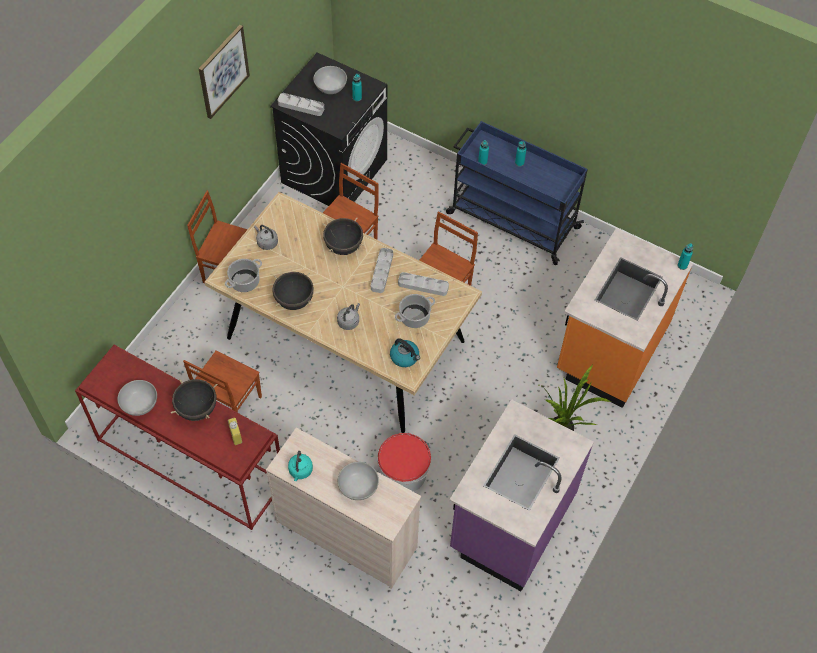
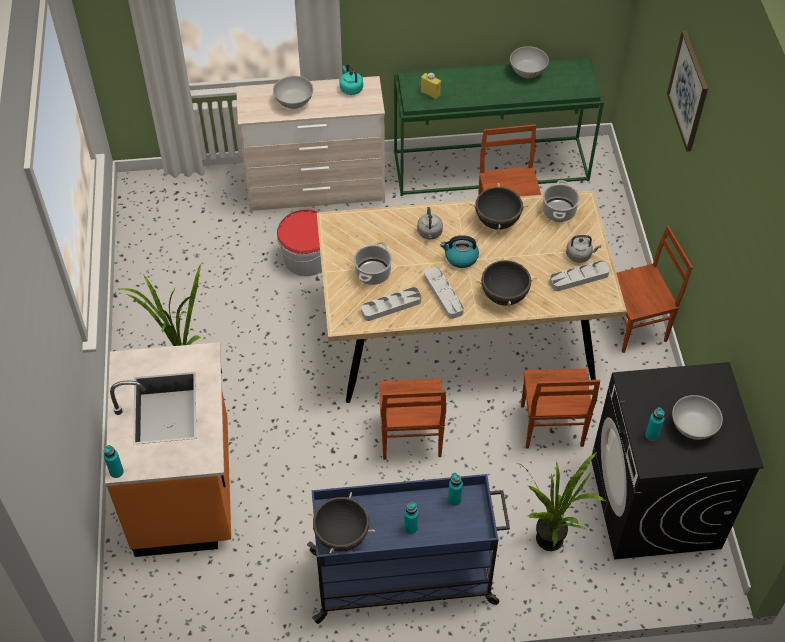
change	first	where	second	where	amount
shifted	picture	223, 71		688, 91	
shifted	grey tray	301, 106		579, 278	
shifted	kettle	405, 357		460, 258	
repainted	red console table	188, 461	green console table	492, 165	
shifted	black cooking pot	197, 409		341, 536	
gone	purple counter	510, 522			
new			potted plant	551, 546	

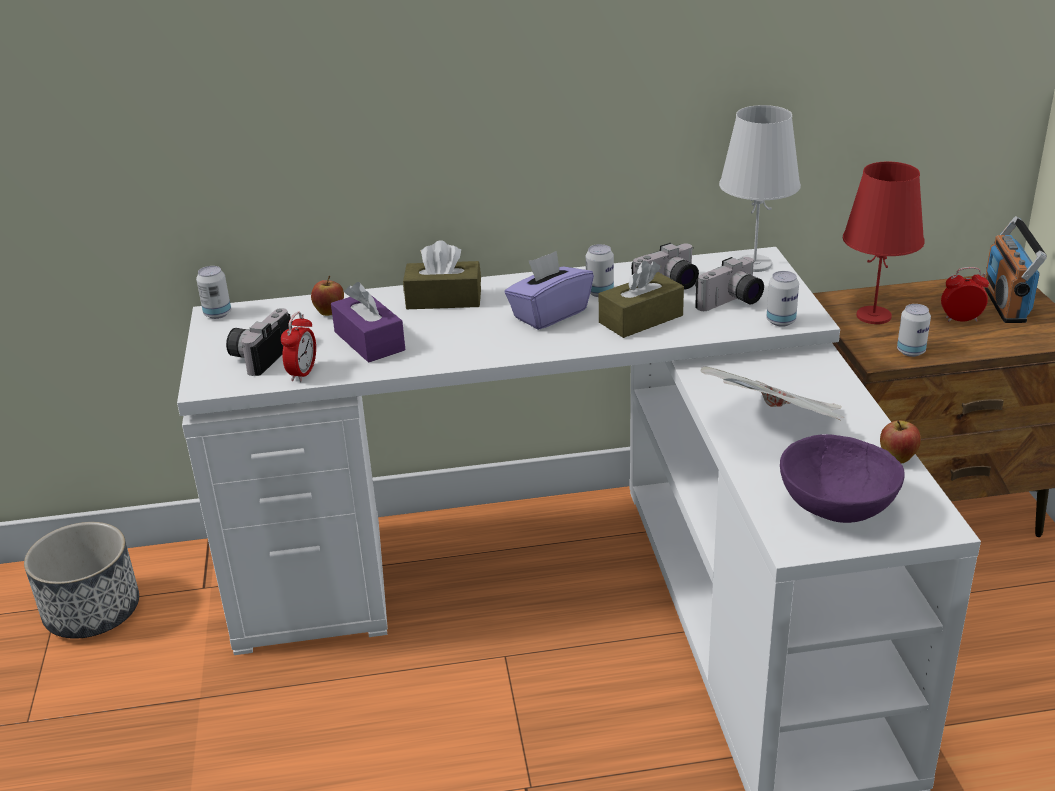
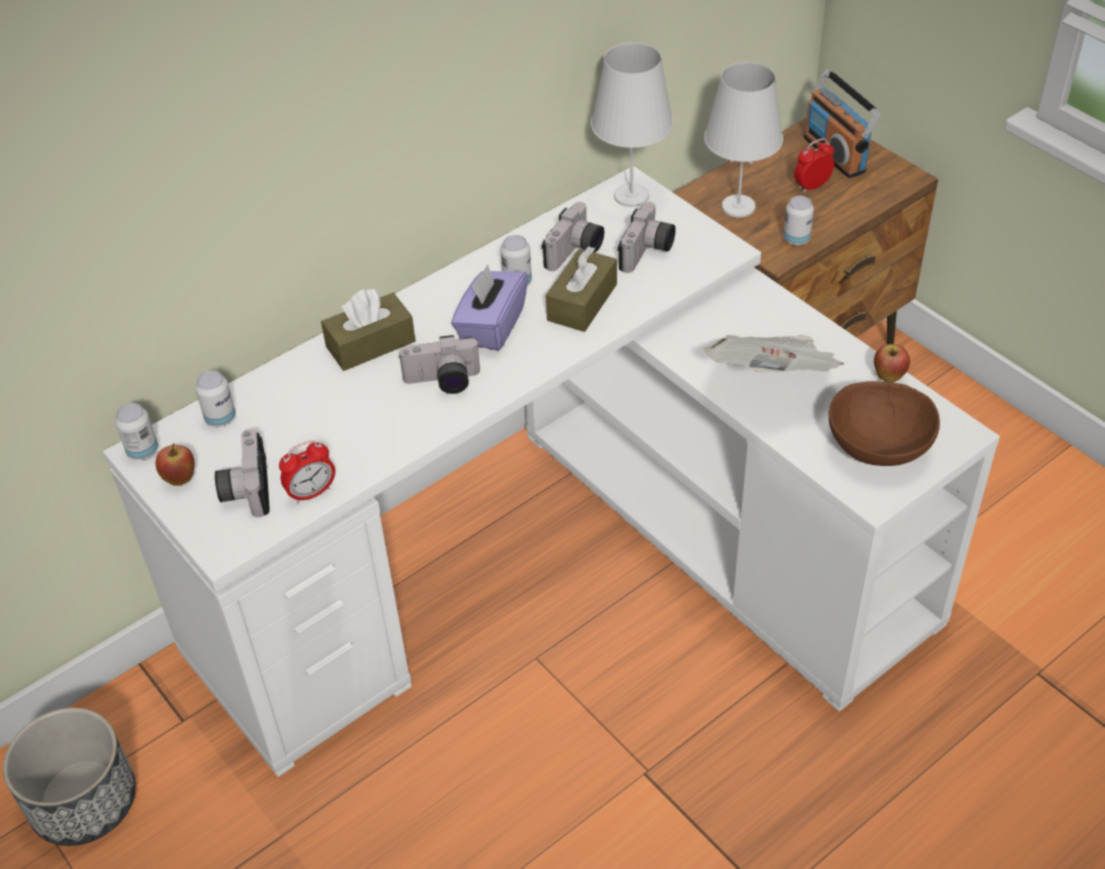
change	first	where	second	where	amount
repainted	red table lamp	873, 315	white table lamp	737, 206	
shifted	can	781, 321		220, 418	
shifted	apple	330, 313		180, 479	
gone	purple tissue box	369, 341			
rotated	alarm clock	303, 373		311, 493	75 degrees clockwise
repainted	purple bowl	834, 507	brown bowl	876, 447	
new			photo camera	442, 382	

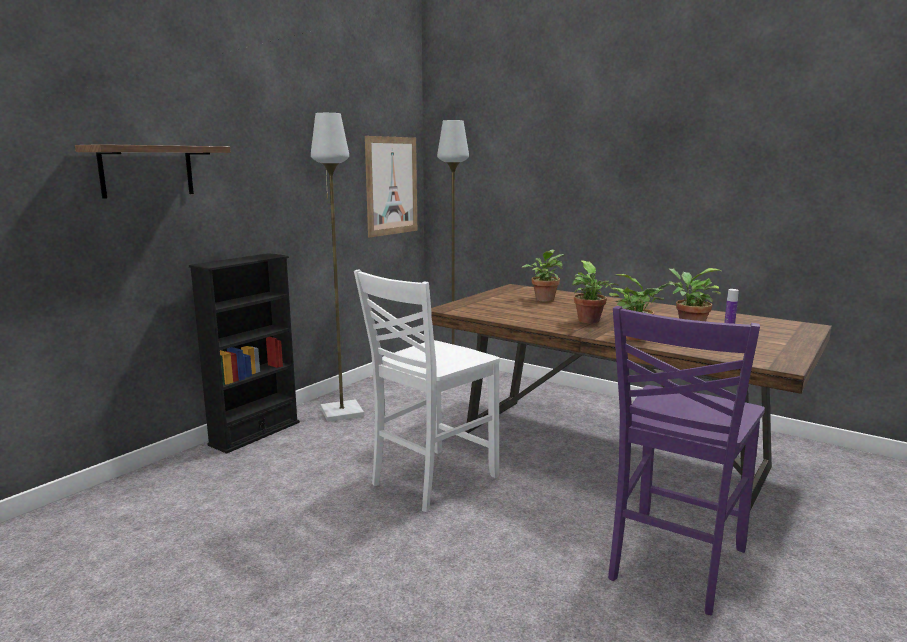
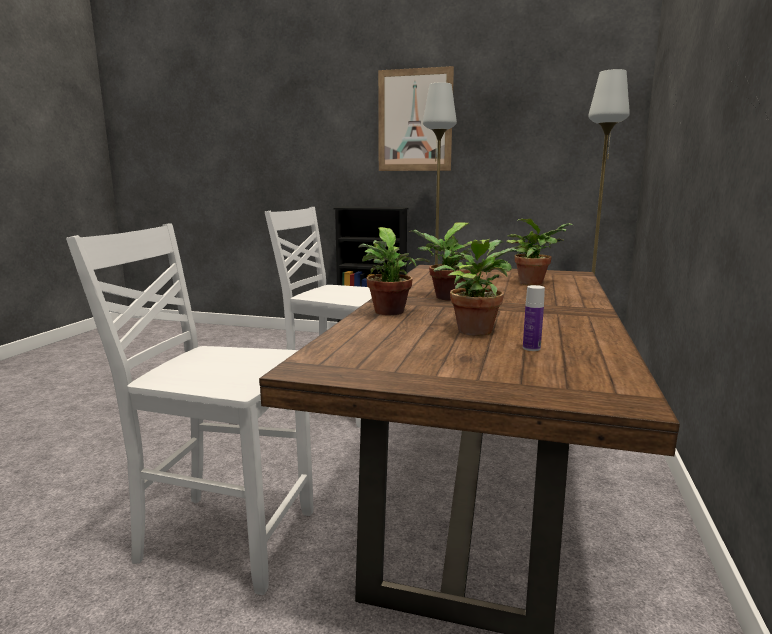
change	first	where	second	where	amount
shifted	picture	391, 186		415, 120	
gone	shelf	147, 171			
repainted	purple chair	673, 564	white chair	224, 537	

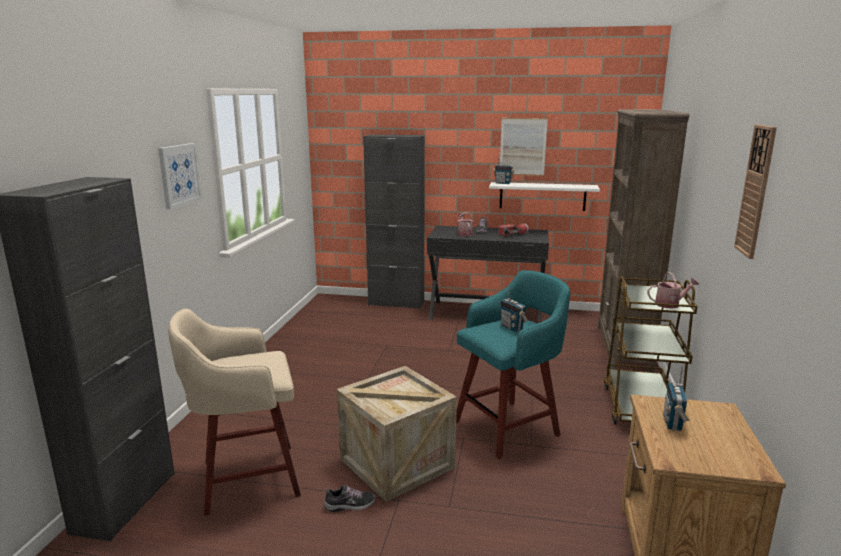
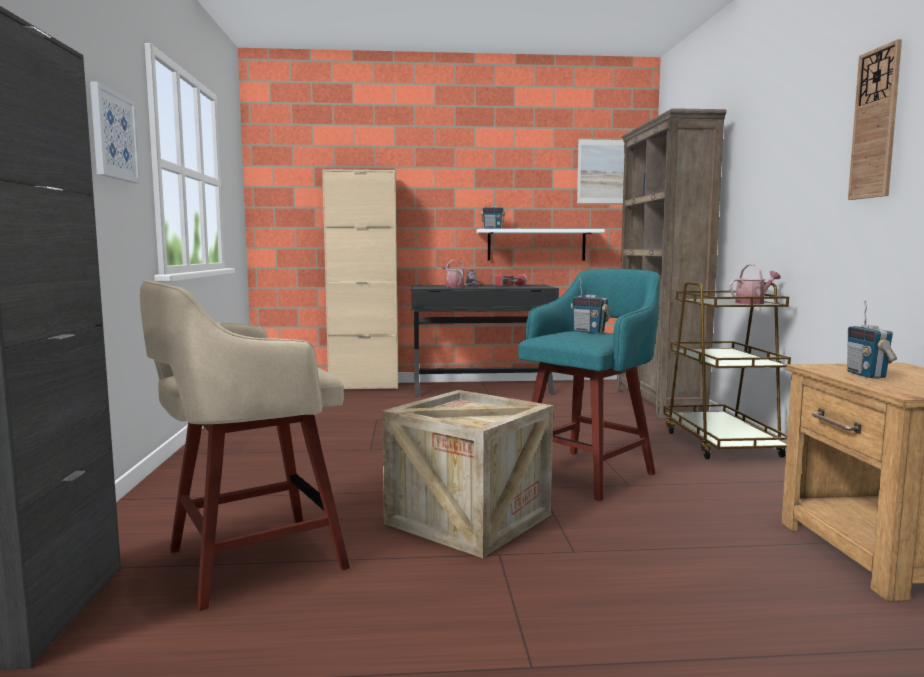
change	first	where	second	where	amount
shifted	picture	523, 146		602, 171	
repainted	black cabinet	396, 303	beige cabinet	364, 386	
gone	shoe	350, 505			

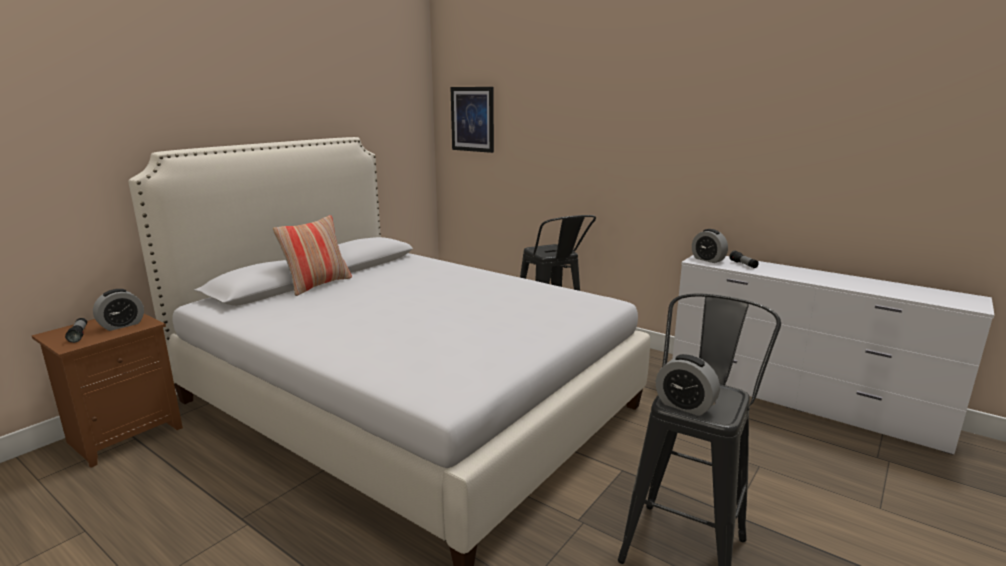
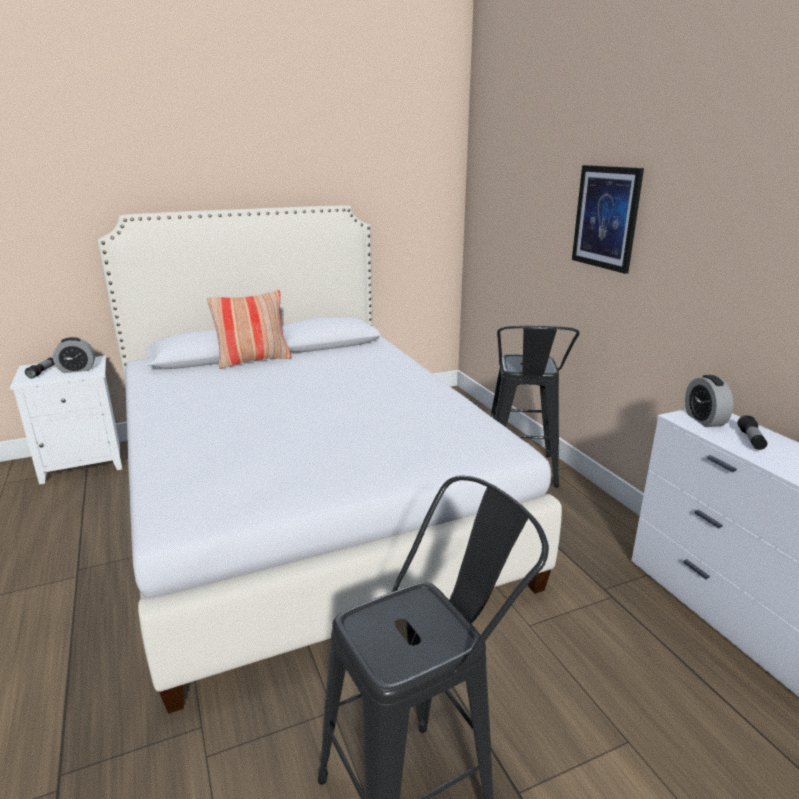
change	first	where	second	where	amount
shifted	picture	472, 119		606, 217	
repainted	brown nightstand	125, 434	white nightstand	84, 462	
gone	alarm clock	685, 405			

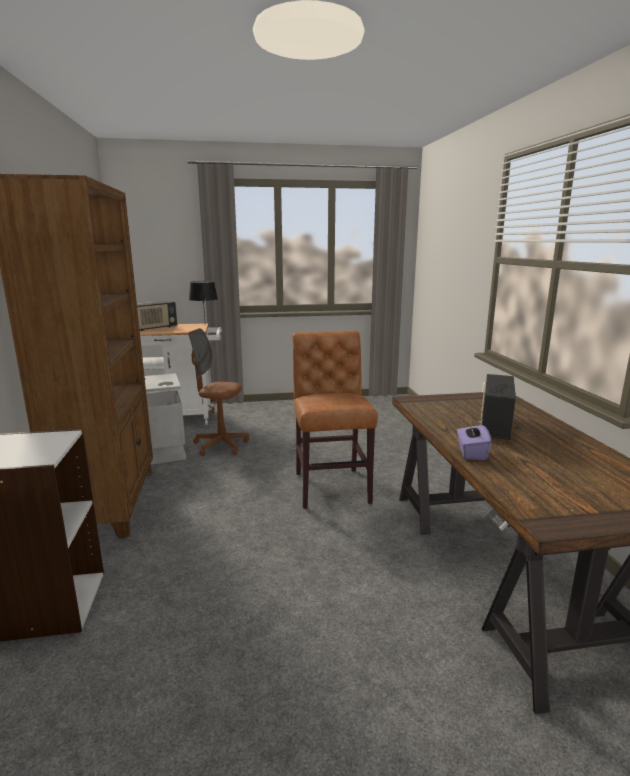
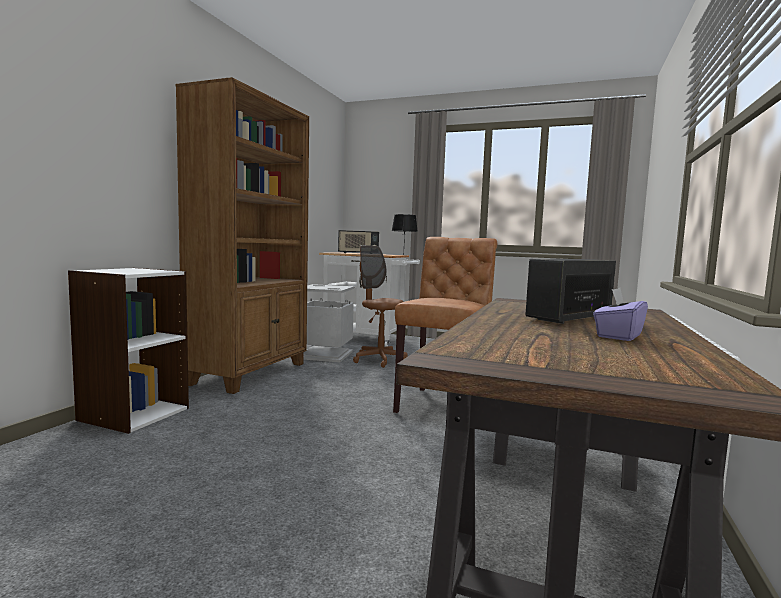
change	first	where	second	where	amount
shifted	purple tissue box	471, 453		618, 336	

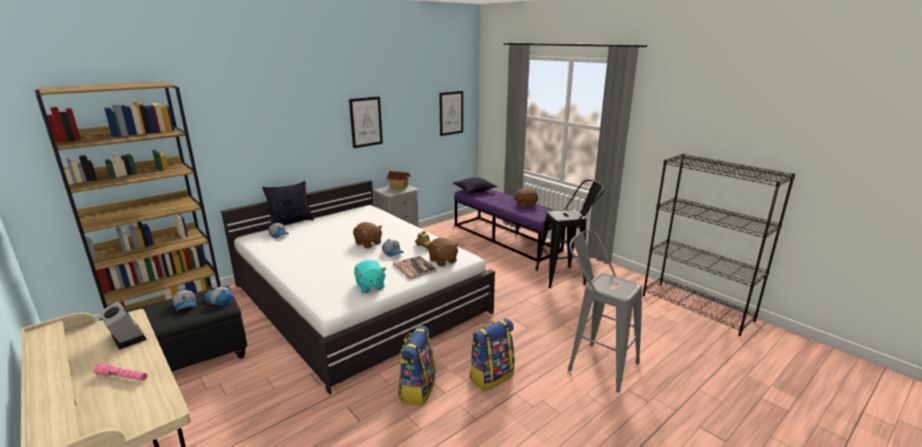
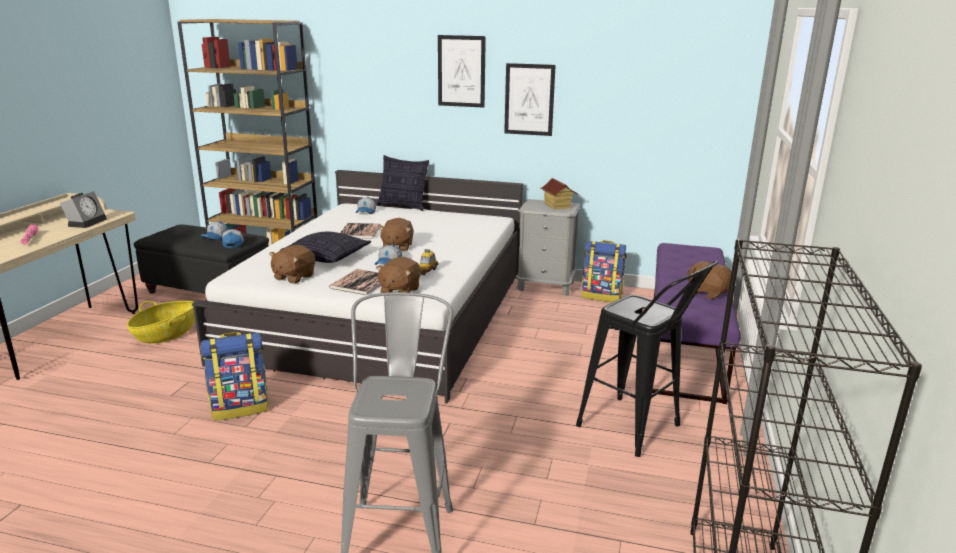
change	first	where	second	where	amount
shifted	picture	451, 113		461, 71	
shifted	pillow	474, 190		328, 257	
repainted	turquoise plush toy	370, 286	brown plush toy	293, 277	
shifted	backpack	491, 376		602, 296	
new			book	360, 232	
new			basket	166, 334	

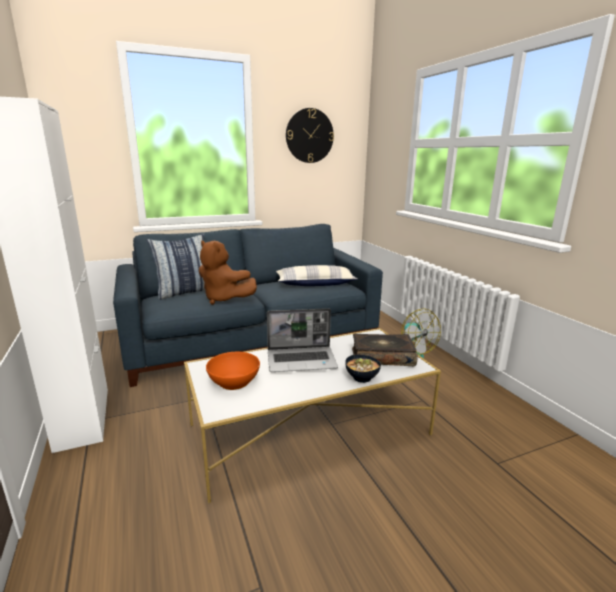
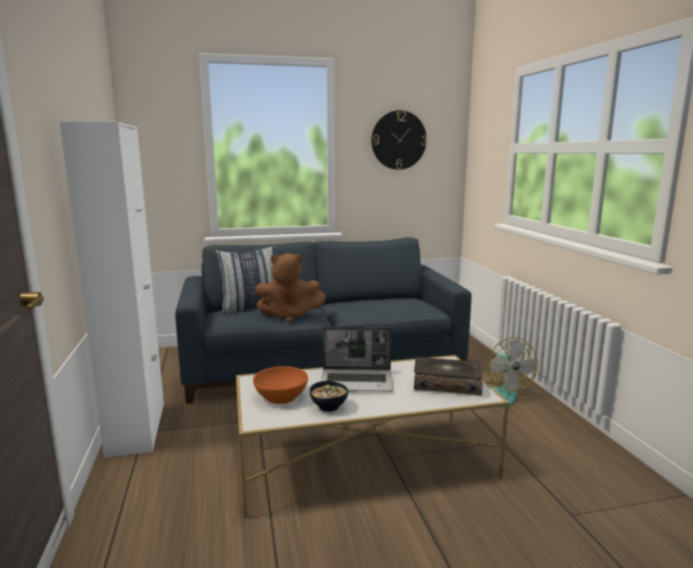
change	first	where	second	where	amount
rotated	brown plush toy	224, 299		289, 316	45 degrees counterclockwise
gone	pillow	315, 284			
shifted	bowl	362, 377		329, 406	

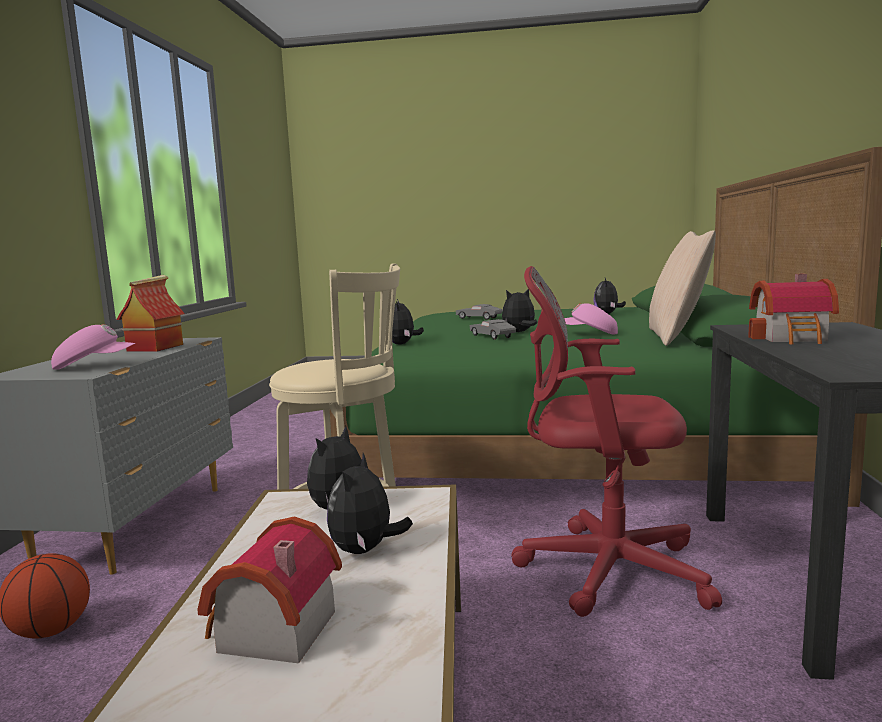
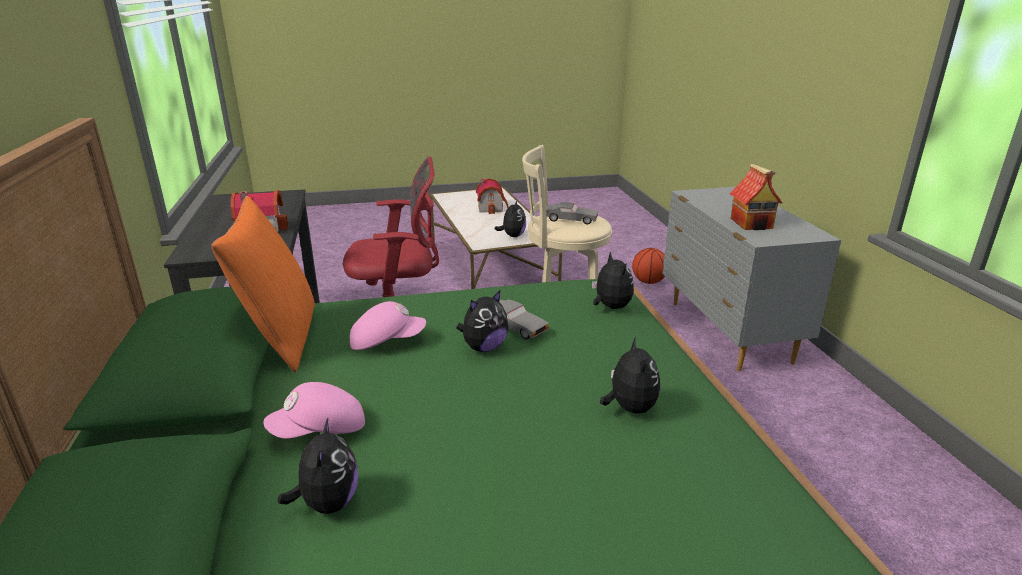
change	first	where	second	where	amount
repainted	beige pillow	677, 337	orange pillow	281, 337	
shifted	grey toy car	479, 318		569, 220	
shifted	pink cap	94, 366		320, 431	
shifted	plush toy	365, 550		629, 408	

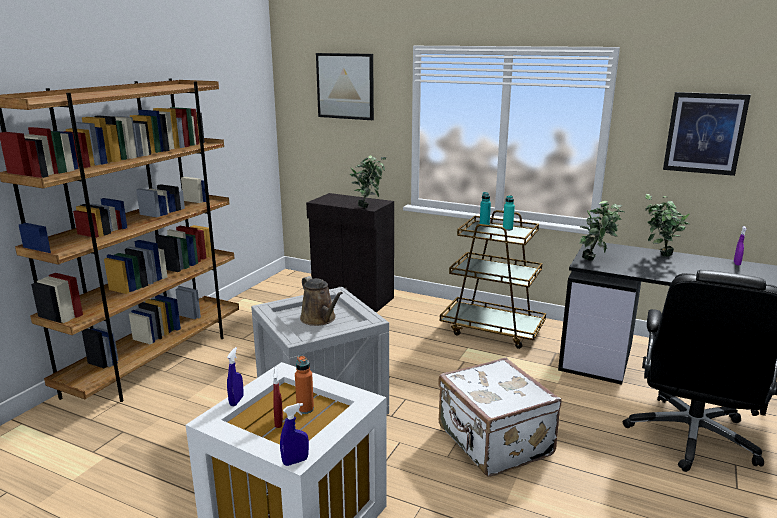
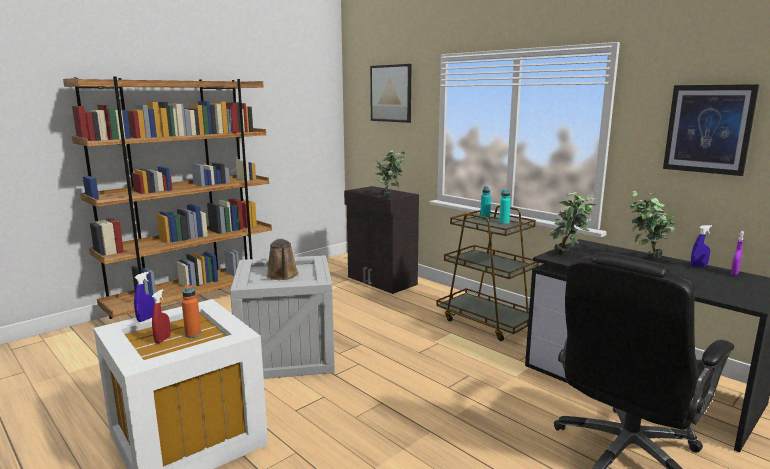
change	first	where	second	where	amount
gone	white suitcase	493, 442			
shifted	blue spray bottle	295, 461		698, 266	

